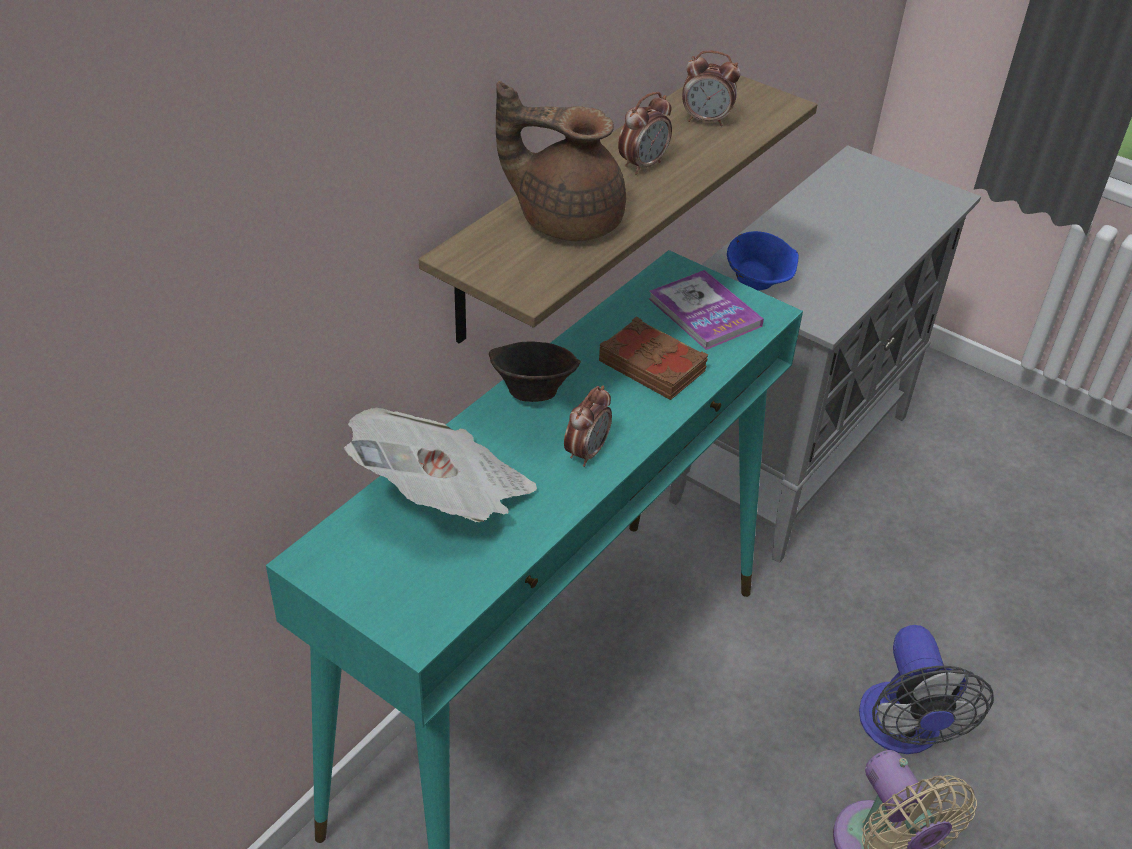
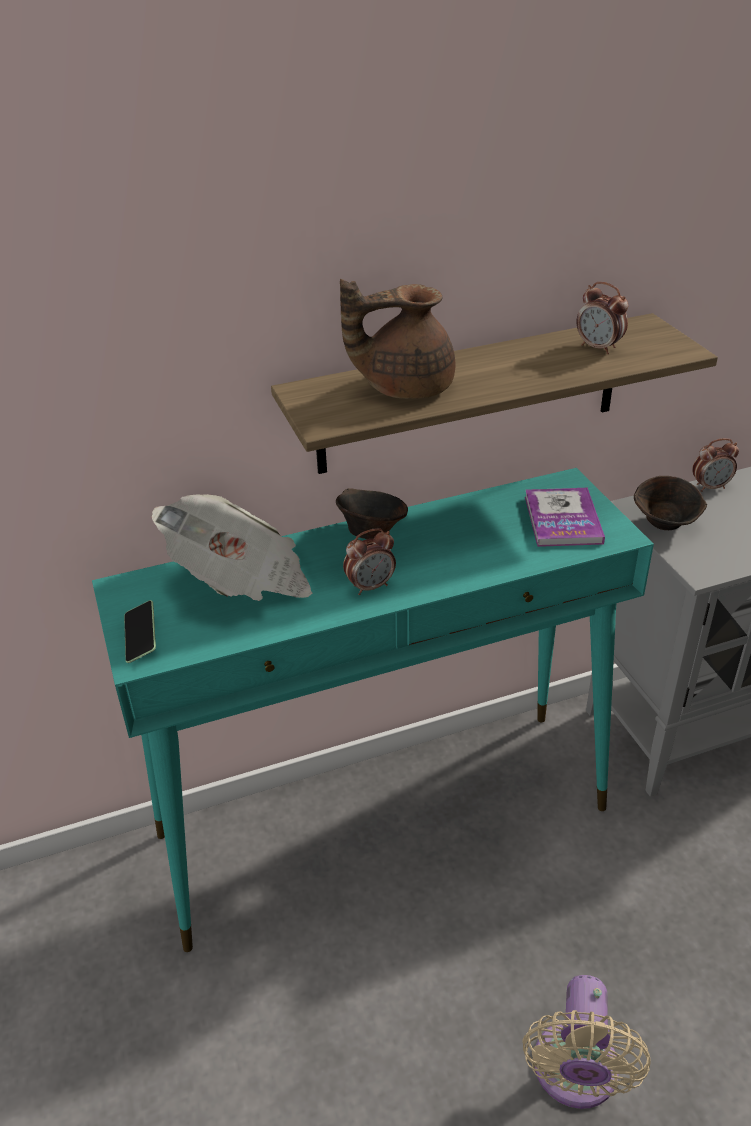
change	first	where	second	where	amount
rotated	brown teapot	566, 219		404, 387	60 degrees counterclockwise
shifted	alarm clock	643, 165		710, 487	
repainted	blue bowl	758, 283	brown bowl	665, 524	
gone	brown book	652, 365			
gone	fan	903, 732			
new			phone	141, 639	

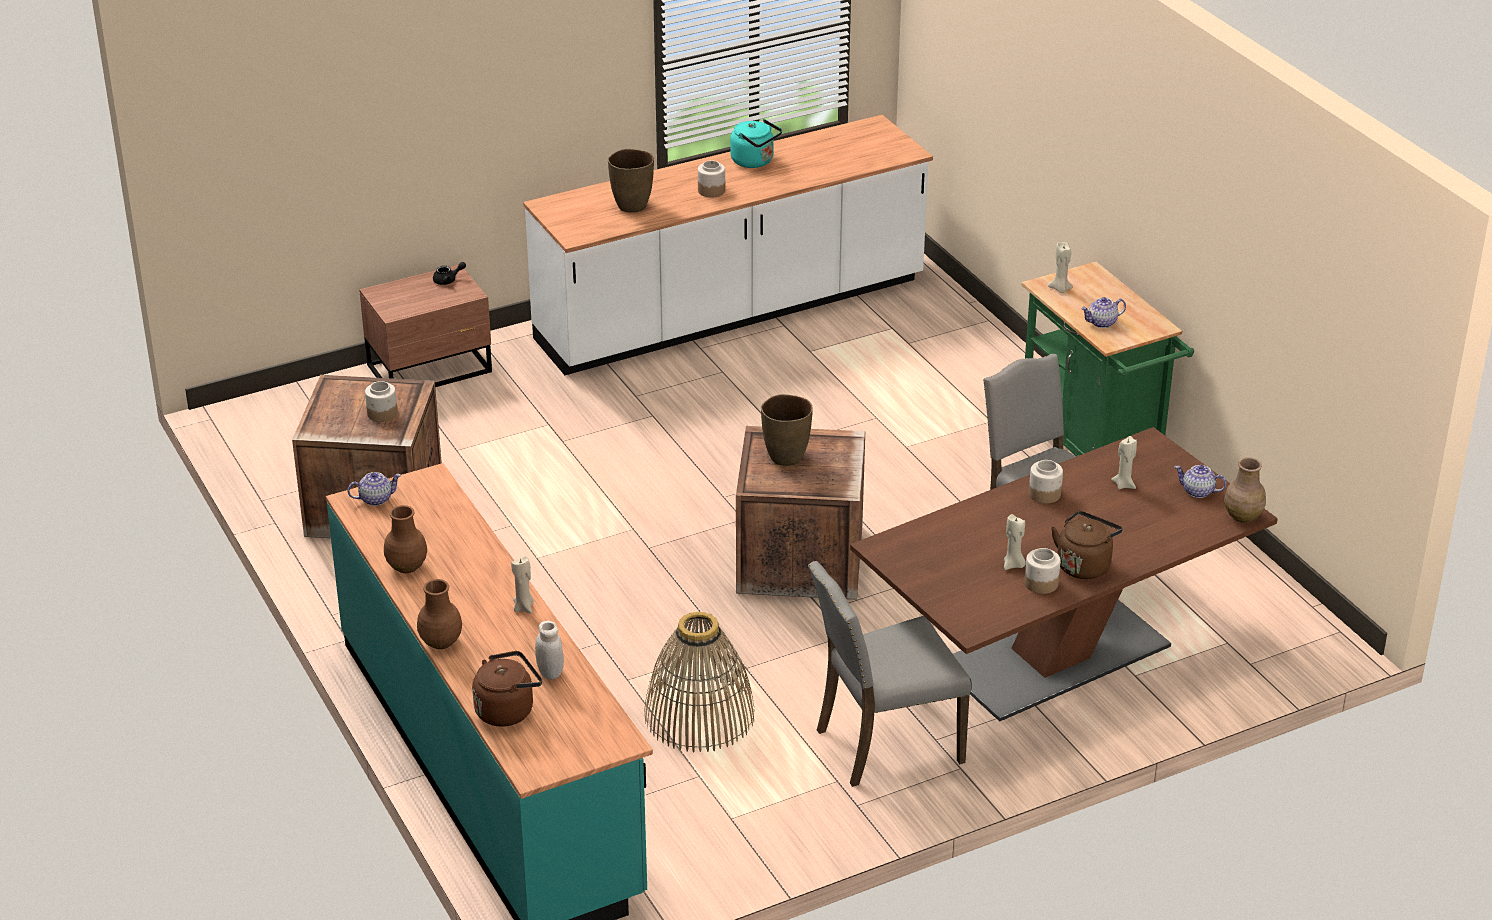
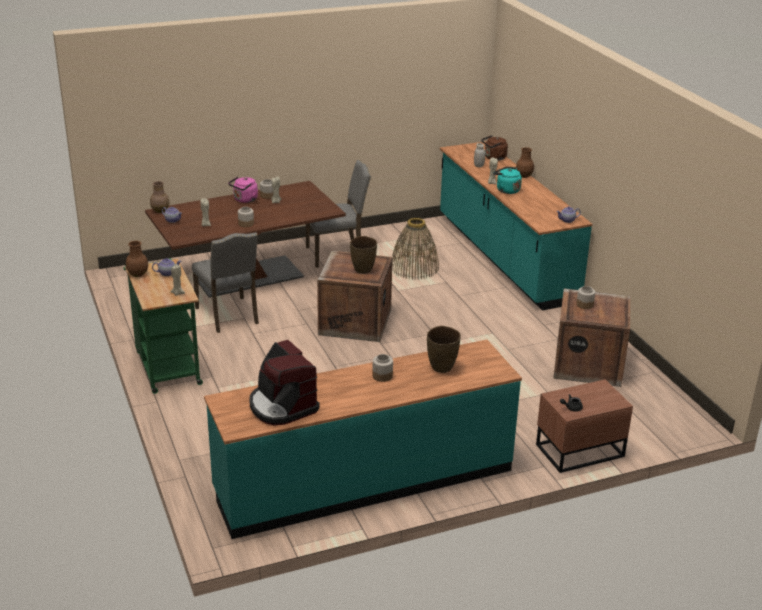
change	first	where	second	where	amount
repainted	white counter	731, 313	turquoise counter	364, 481	
shifted	turquoise kettle	755, 161		506, 190	
shifted	brown vase	407, 567		137, 274	
repainted	brown kettle	1084, 565	pink kettle	244, 200	
new			coffee machine	282, 406	

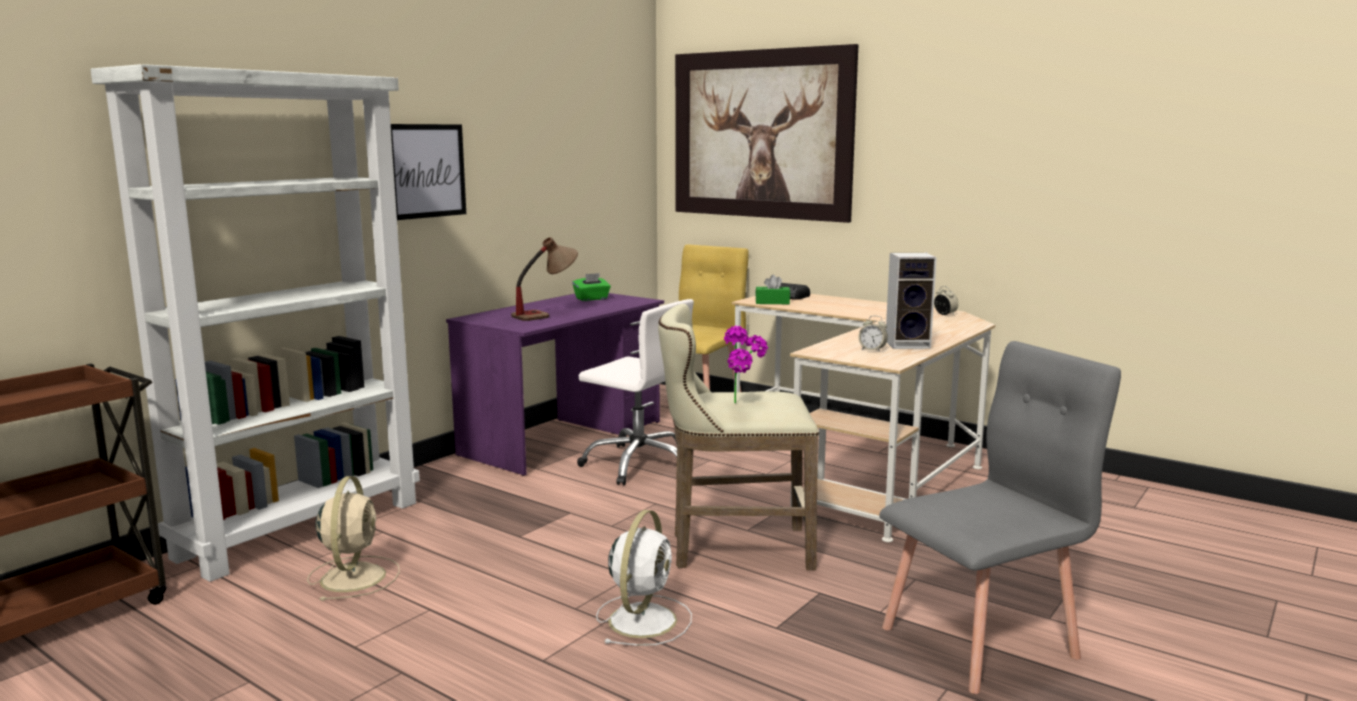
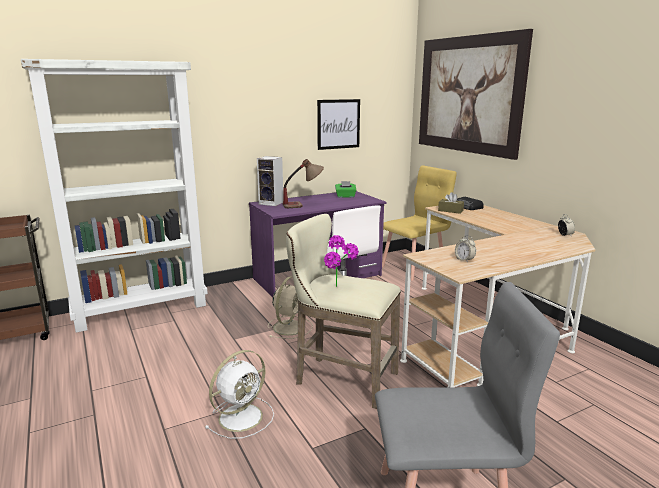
change	first	where	second	where	amount
shifted	picture	426, 171		338, 124	
shifted	speaker	909, 344		272, 203	
repainted	green tissue box	772, 302	brown tissue box	450, 211	
shifted	beige fan	354, 576		289, 327	

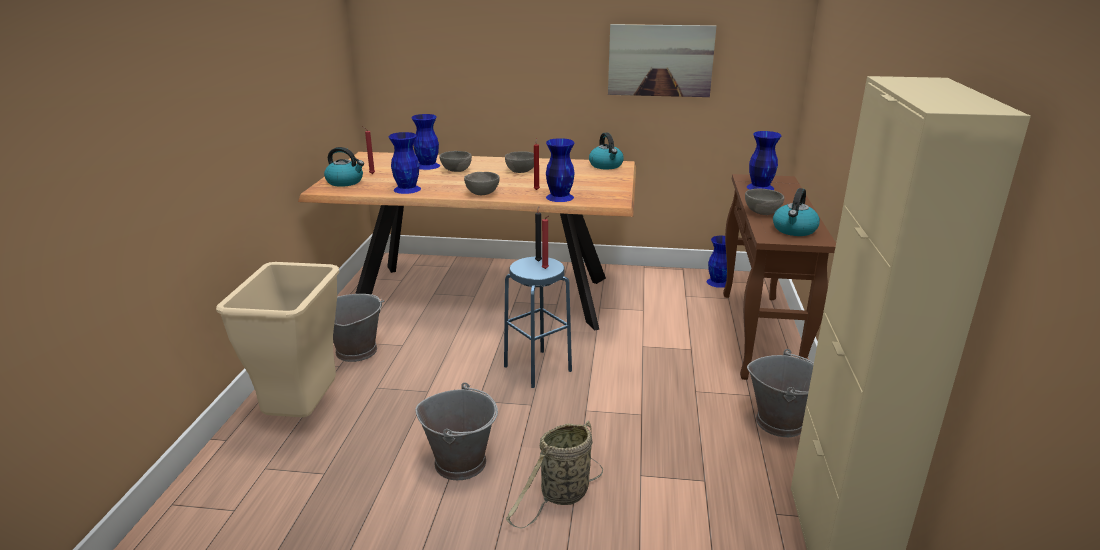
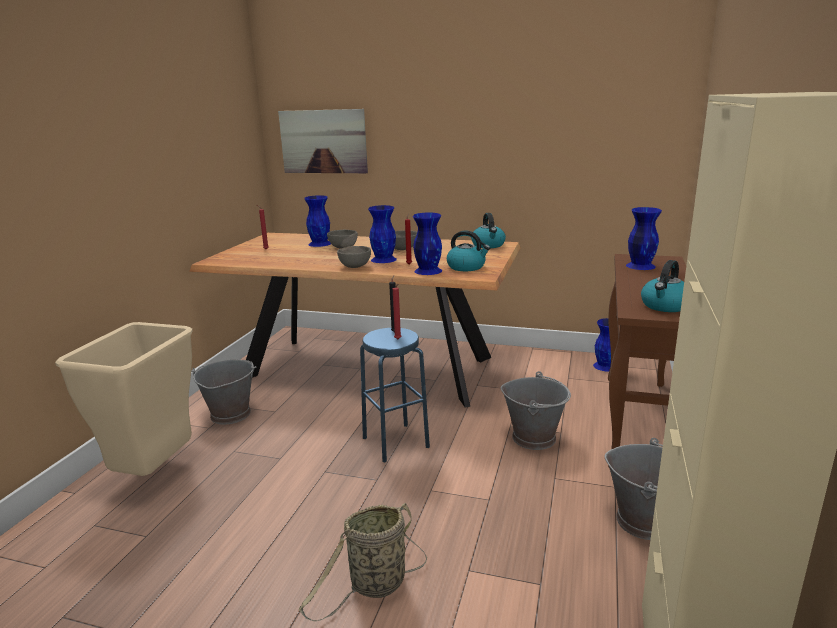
change	first	where	second	where	amount
shifted	picture	660, 60		323, 141	
shifted	blue vase	407, 189		384, 259	
shifted	kettle	345, 182		467, 267	
gone	grey bowl	762, 213			
shifted	grey bucket	461, 462		534, 437	

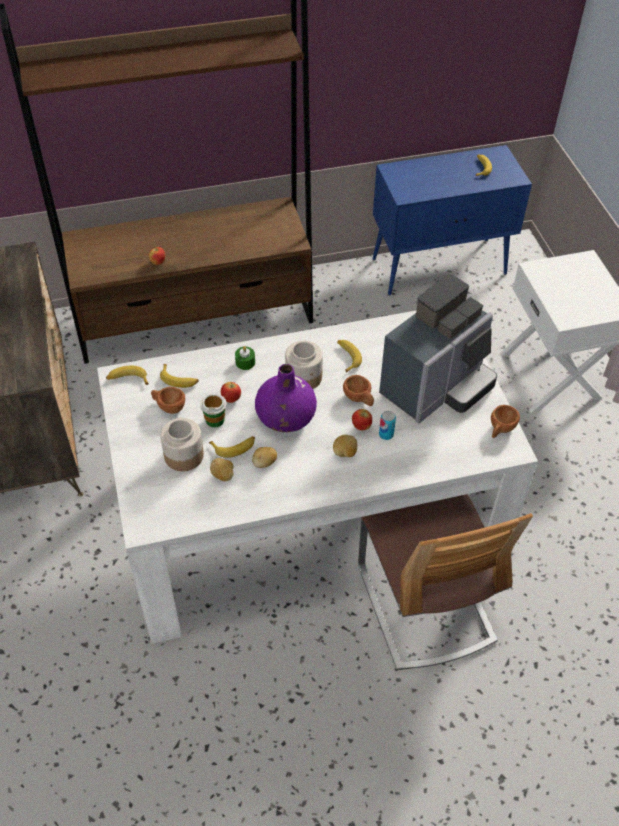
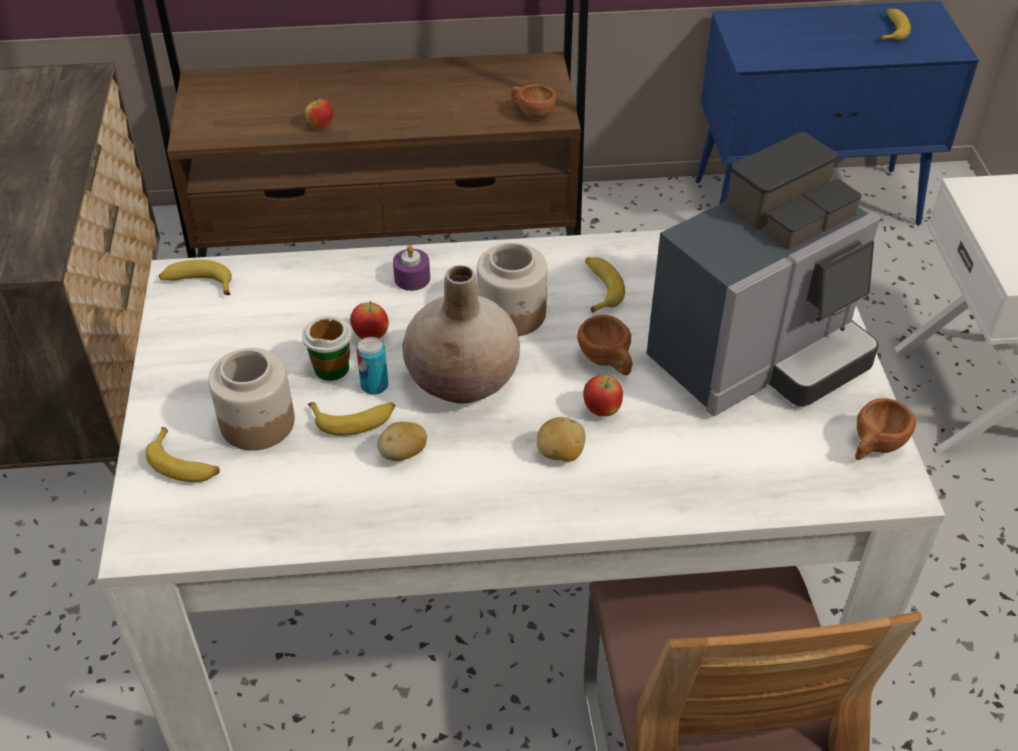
change	first	where	second	where	amount
repainted	green candle	245, 362	purple candle	412, 278	
shifted	banana	179, 379		185, 464	
repainted	purple vase	286, 418	beige vase	463, 380	
shifted	brown cup	168, 406		531, 113	
shifted	can	386, 434		374, 385	
gone	potato	223, 475			

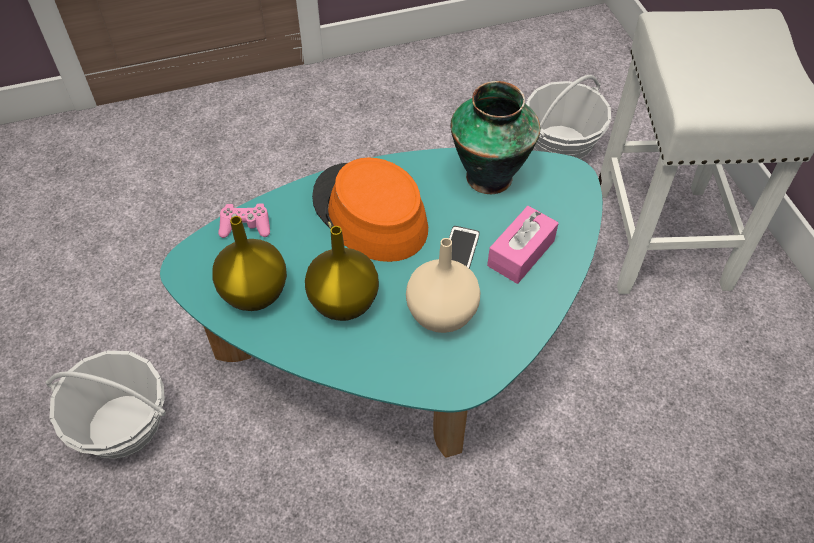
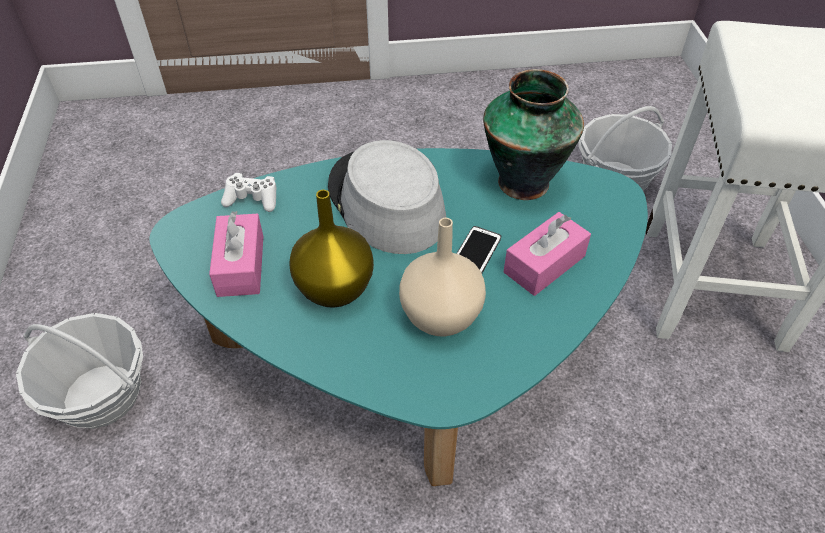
change	first	where	second	where	amount
repainted	orange hat	369, 213	grey hat	385, 203	
repainted	pink game controller	246, 226	white game controller	252, 199	
swapped	yellow vase	253, 292	pink tissue box	240, 265	

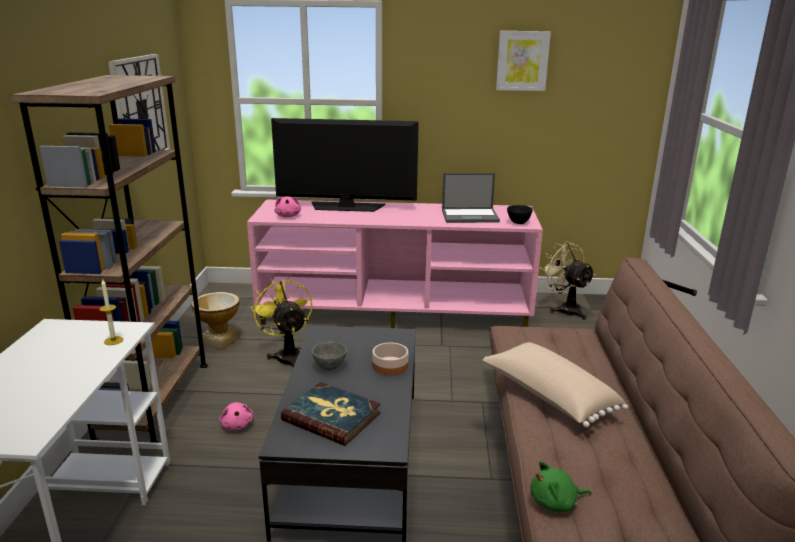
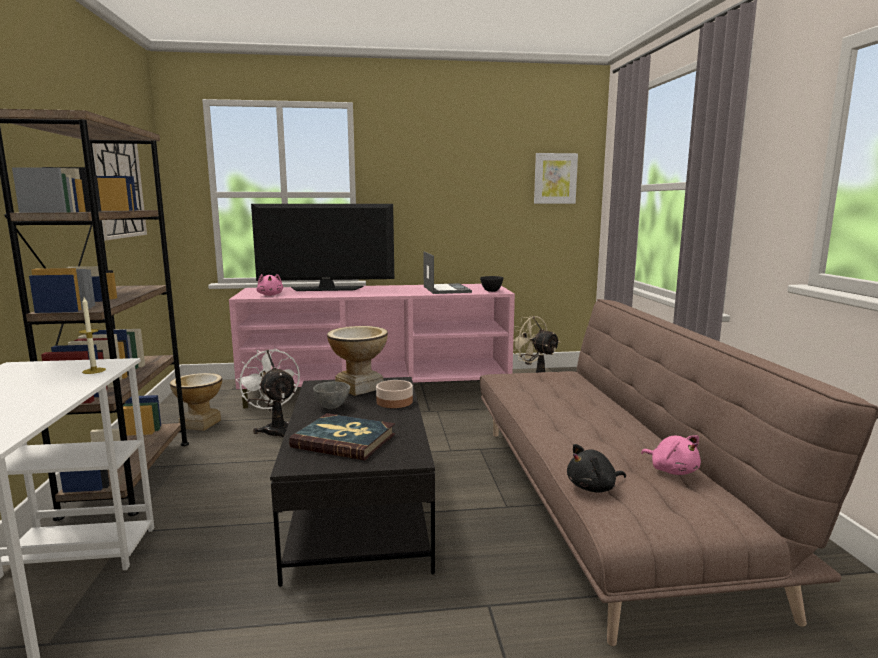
change	first	where	second	where	amount
shifted	picture	522, 61		555, 178	
rotated	laptop	470, 216		446, 289	90 degrees counterclockwise
repainted	yellow fan	288, 355	white fan	275, 429	
gone	beige pillow	548, 397			
shifted	pink plush toy	237, 425		672, 470	
repainted	green plush toy	555, 503	black plush toy	593, 487	
new			vase	359, 388	

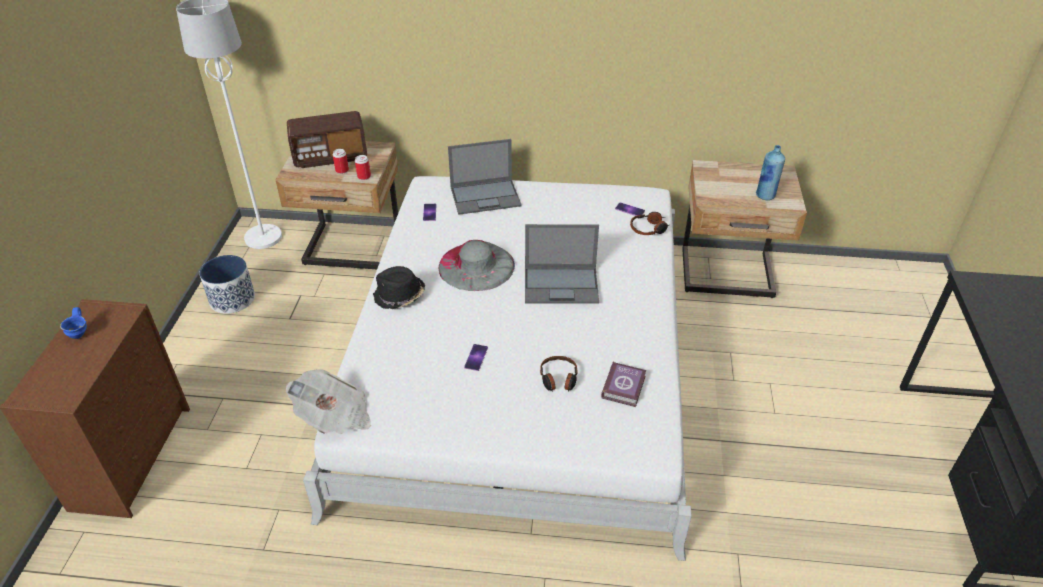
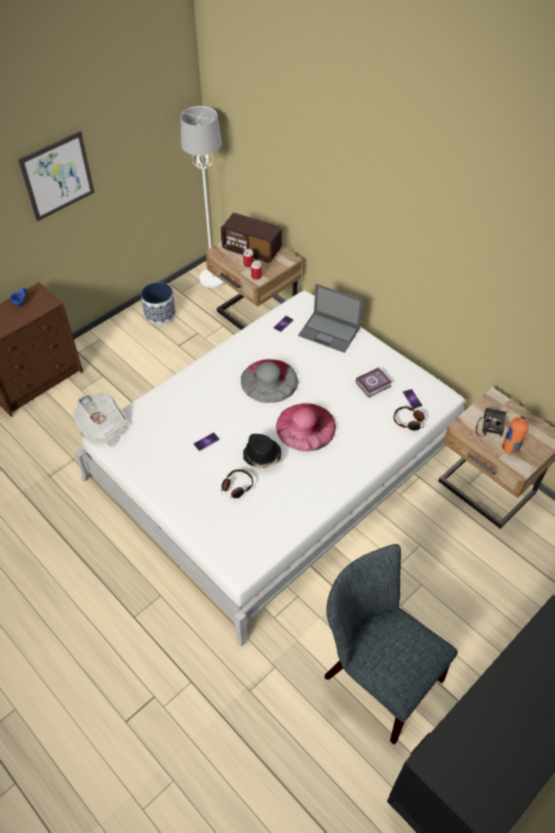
change	first	where	second	where	amount
repainted	blue bottle	765, 195	orange bottle	510, 448	
swapped	laptop	562, 285	pink hat	306, 426	
shifted	black hat	399, 296		261, 455	
shifted	book	624, 386		374, 384	
new			picture	57, 176	
new			radio	490, 425	
new			grey chair	376, 675	

